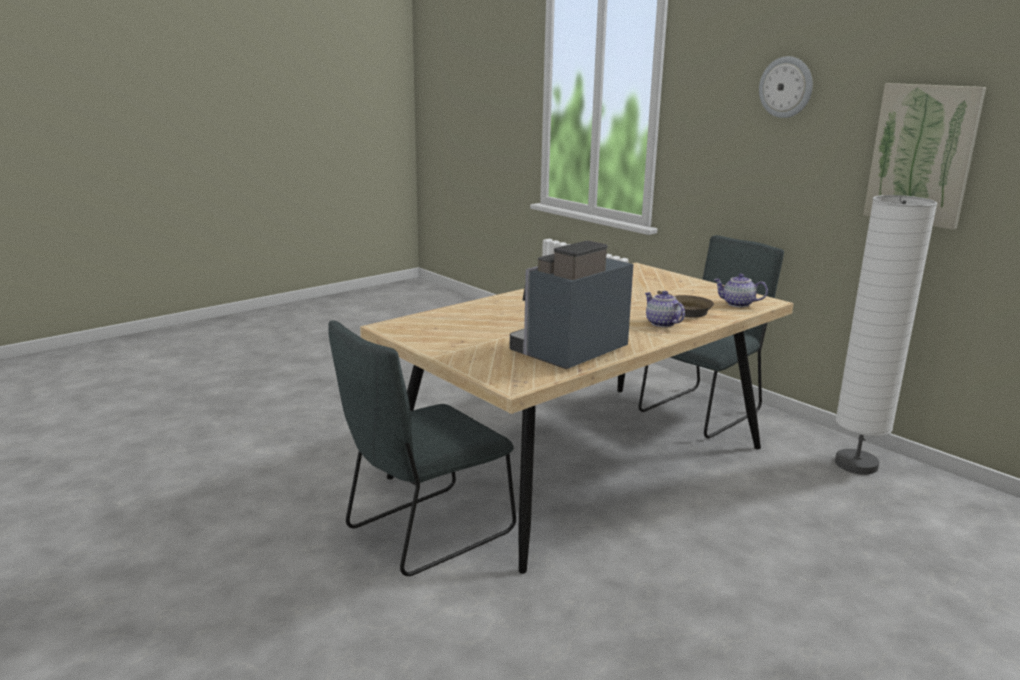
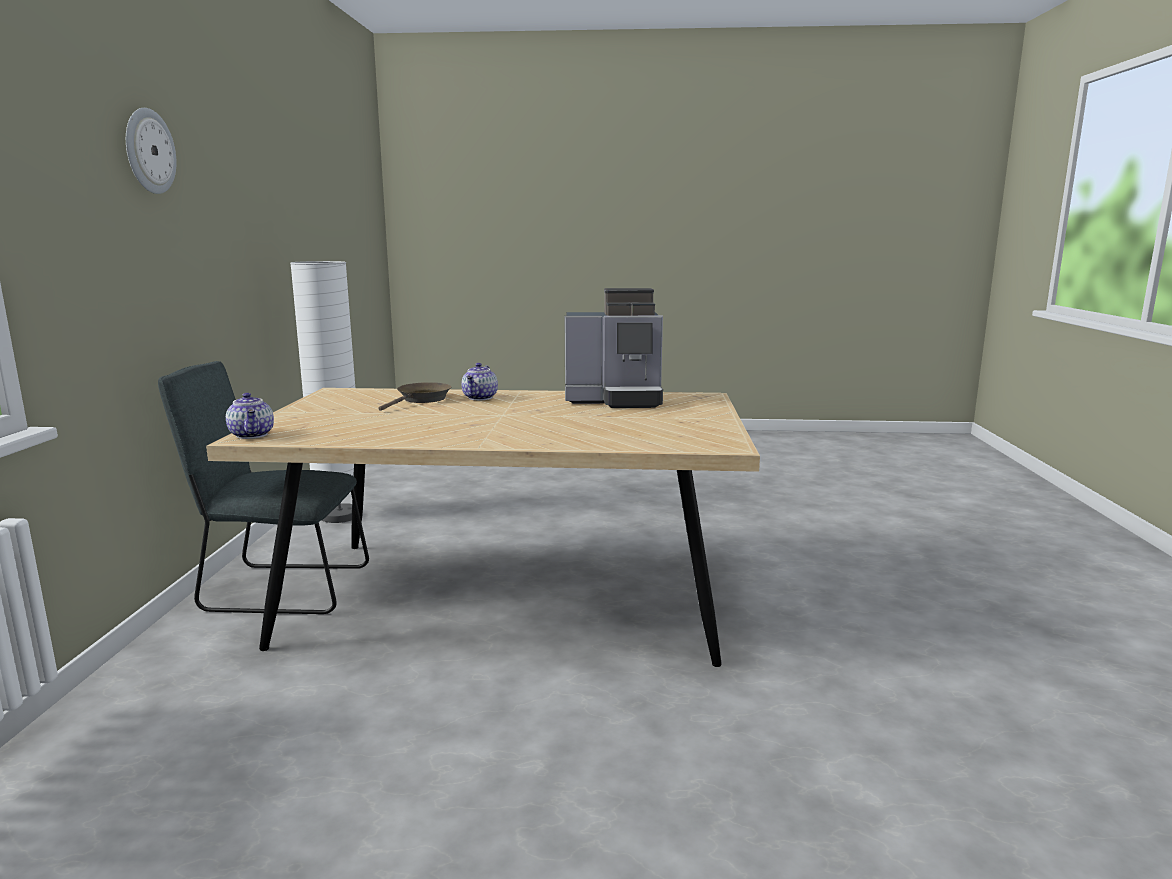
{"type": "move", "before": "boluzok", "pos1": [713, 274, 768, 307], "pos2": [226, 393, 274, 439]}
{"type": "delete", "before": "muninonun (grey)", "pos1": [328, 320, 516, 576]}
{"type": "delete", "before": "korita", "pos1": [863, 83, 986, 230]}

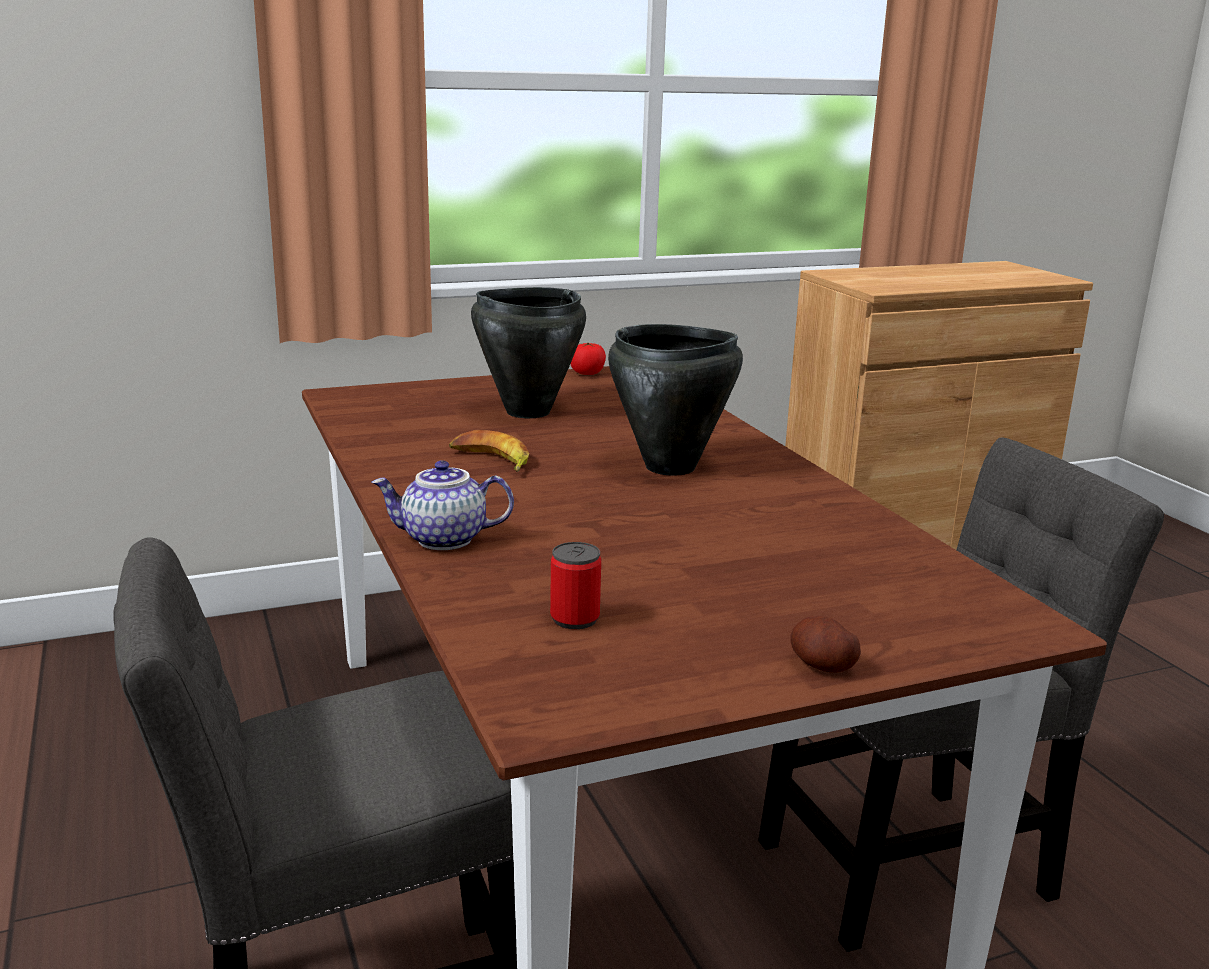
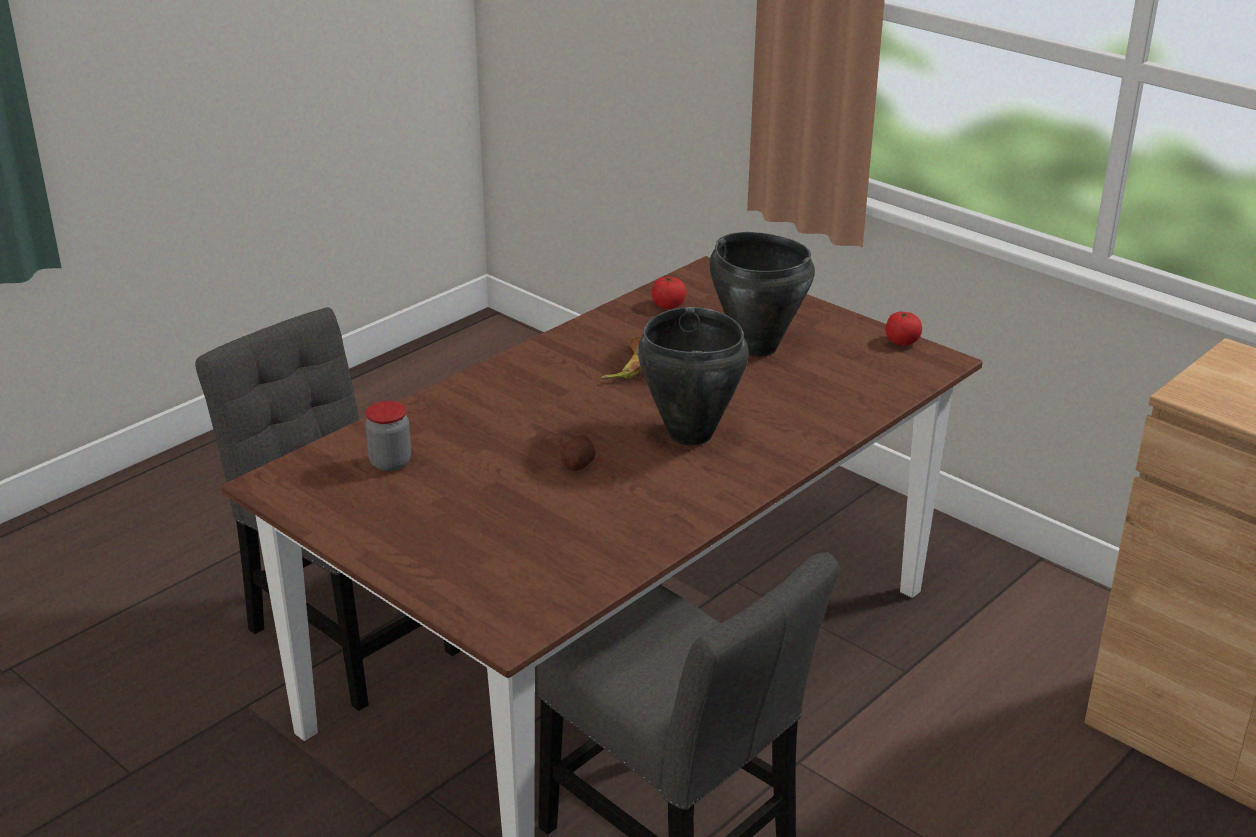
{"type": "replace", "before": "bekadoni", "after": "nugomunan", "pos1": [550, 542, 601, 629], "pos2": [365, 401, 411, 471]}
{"type": "move", "before": "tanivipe", "pos1": [790, 616, 861, 673], "pos2": [560, 435, 595, 471]}
{"type": "insert", "after": "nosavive", "pos2": [652, 276, 687, 309]}
{"type": "delete", "before": "boluzok", "pos1": [371, 460, 514, 550]}

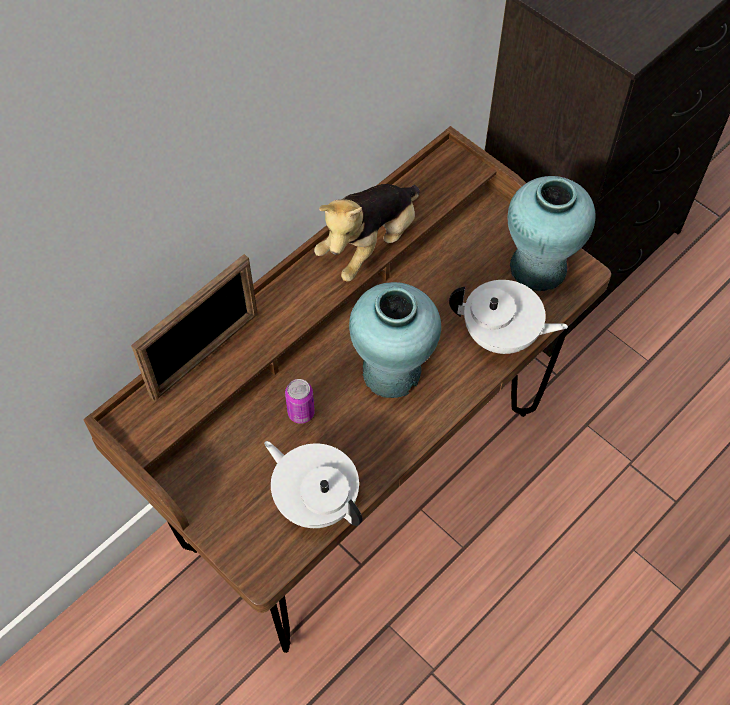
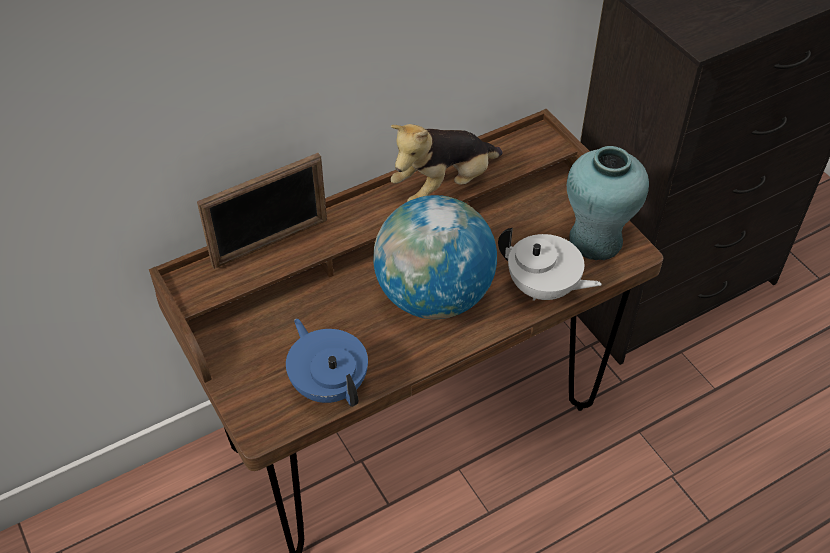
{"type": "recolor", "before": "boluzok (white)", "after": "boluzok (blue)", "pos1": [264, 441, 363, 528], "pos2": [286, 319, 368, 407]}
{"type": "replace", "before": "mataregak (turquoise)", "after": "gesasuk", "pos1": [349, 282, 441, 398], "pos2": [373, 195, 497, 319]}
{"type": "delete", "before": "bekadoni", "pos1": [285, 379, 315, 424]}

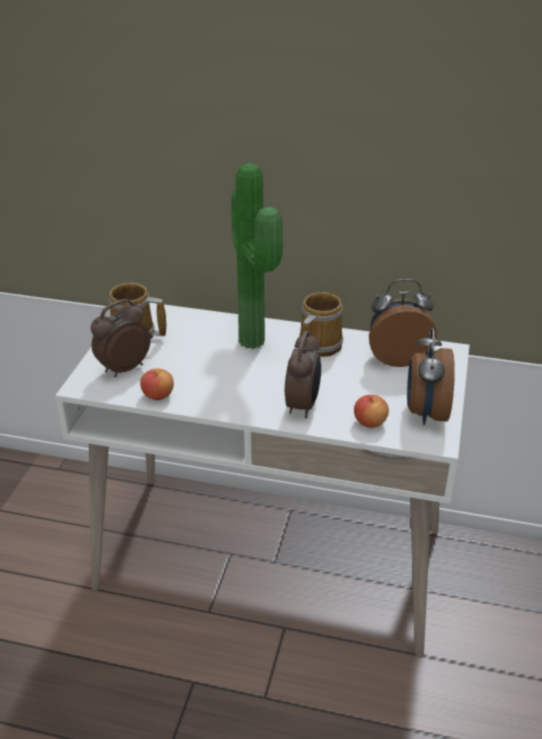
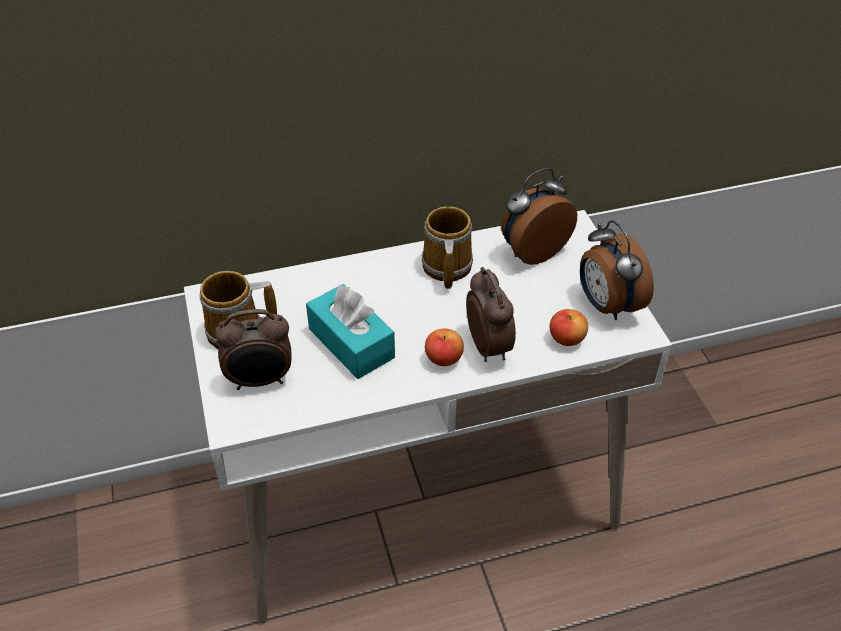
{"type": "rotate", "before": "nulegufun", "pos1": [91, 299, 151, 377], "pos2": [215, 309, 291, 390], "turn": -120}
{"type": "insert", "after": "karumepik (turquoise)", "pos2": [306, 284, 395, 379]}
{"type": "move", "before": "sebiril", "pos1": [140, 369, 174, 400], "pos2": [425, 328, 464, 366]}
{"type": "delete", "before": "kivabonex", "pos1": [232, 163, 283, 349]}

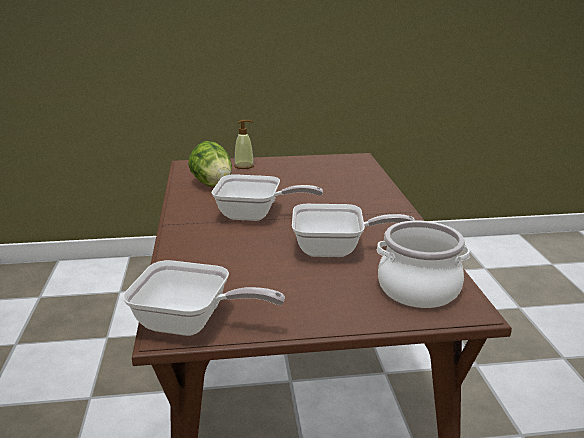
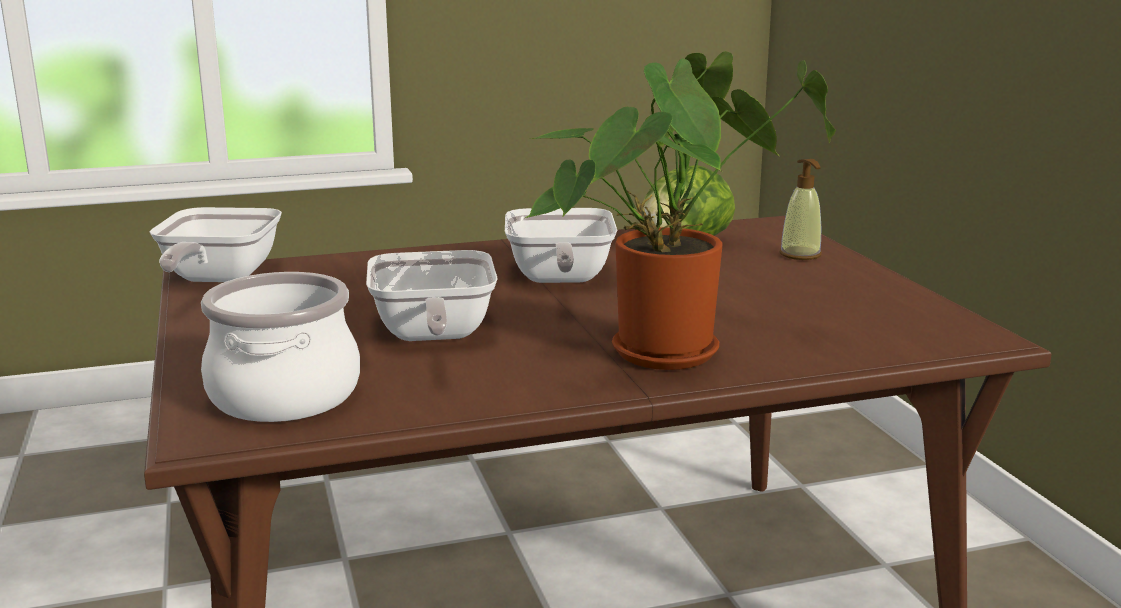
{"type": "insert", "after": "kivabonex", "pos2": [525, 51, 836, 370]}

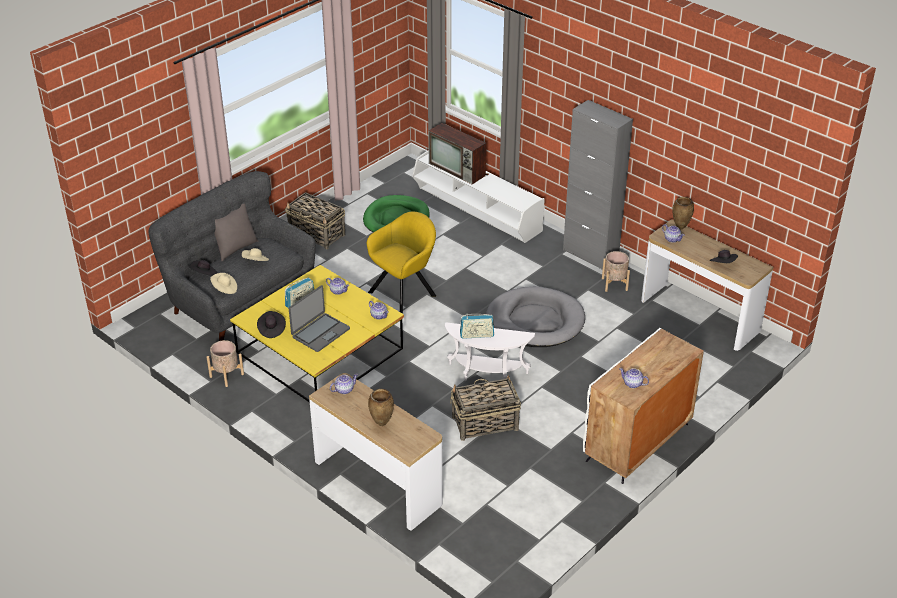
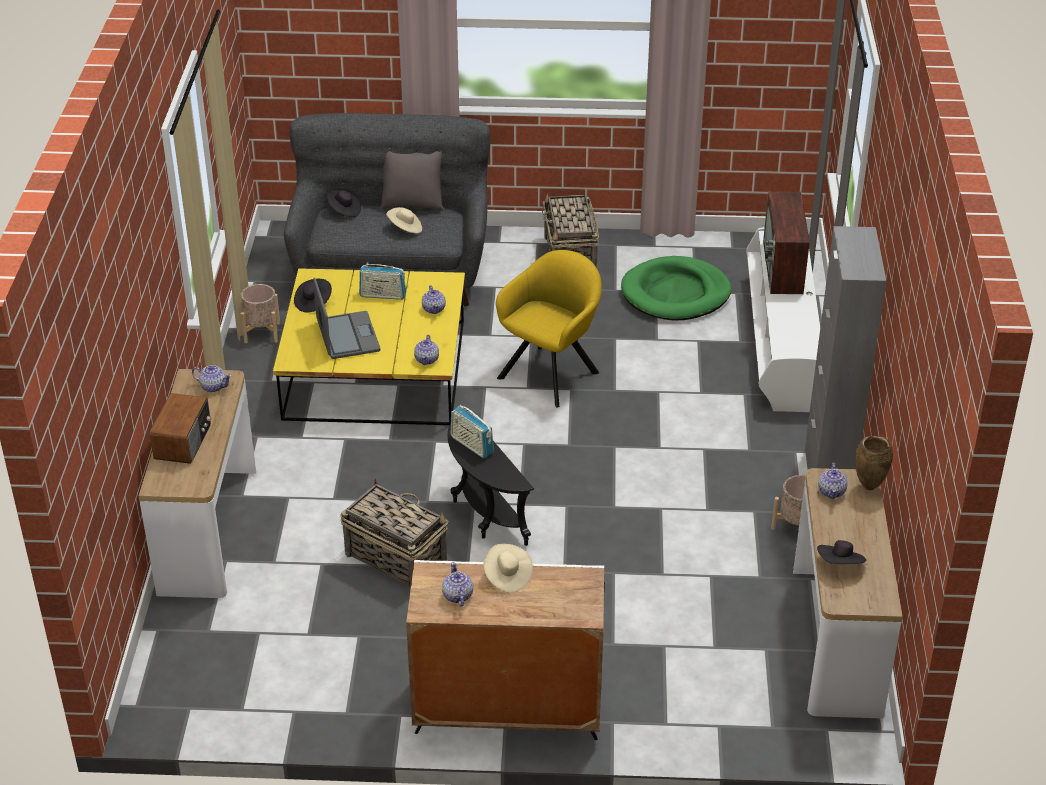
{"type": "replace", "before": "mataregak (brown)", "after": "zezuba", "pos1": [368, 389, 394, 426], "pos2": [150, 393, 211, 464]}
{"type": "rotate", "before": "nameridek", "pos1": [289, 285, 350, 352], "pos2": [313, 278, 380, 359], "turn": -105}
{"type": "recolor", "before": "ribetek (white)", "after": "ribetek (black)", "pos1": [445, 322, 535, 380], "pos2": [448, 410, 534, 546]}
{"type": "move", "before": "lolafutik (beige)", "pos1": [210, 273, 237, 294], "pos2": [484, 544, 533, 593]}
{"type": "rotate", "before": "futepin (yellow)", "pos1": [367, 212, 436, 314], "pos2": [496, 250, 602, 407], "turn": -60}
{"type": "delete", "before": "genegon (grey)", "pos1": [486, 286, 585, 347]}

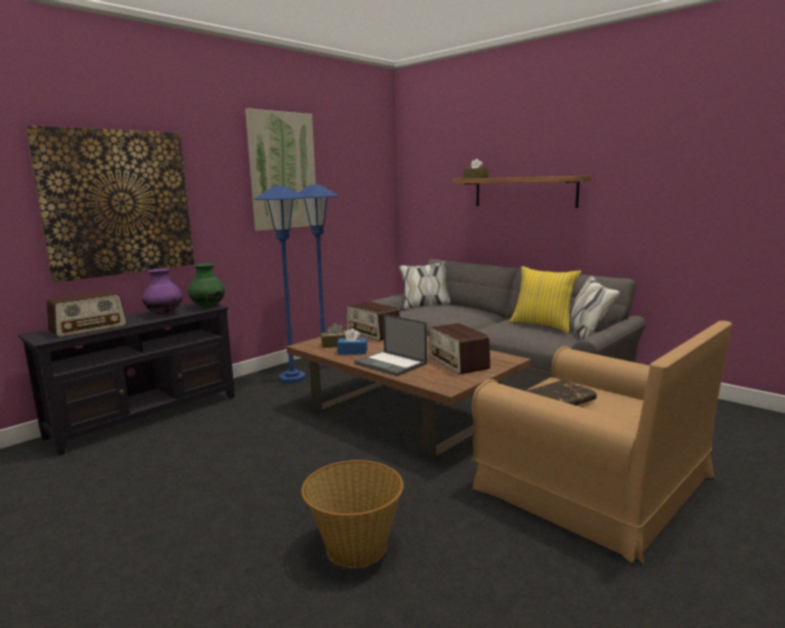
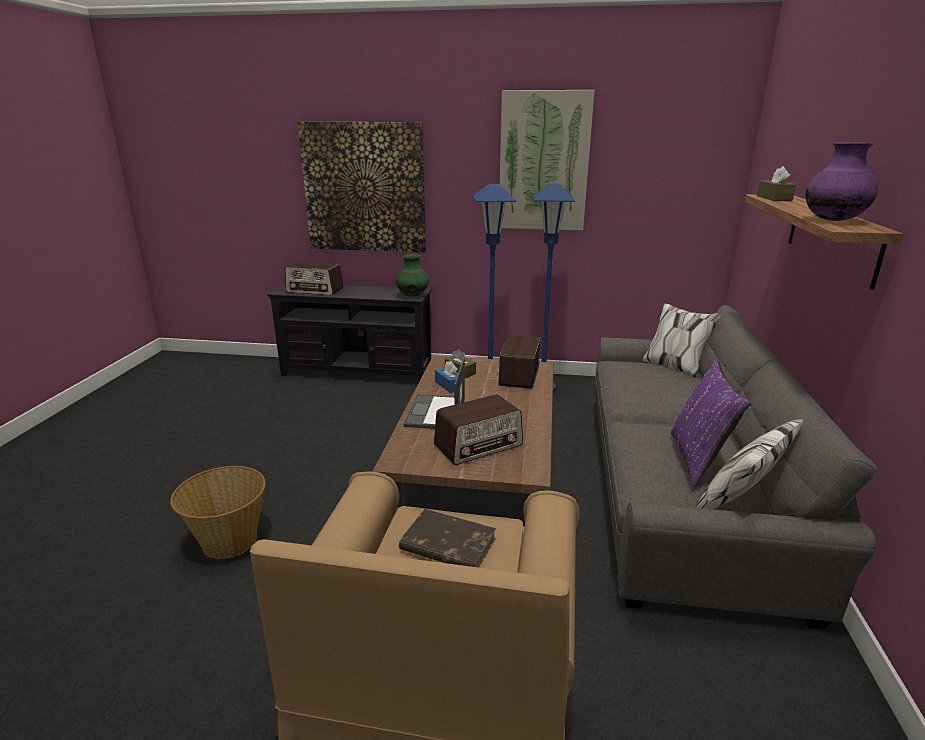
{"type": "rotate", "before": "zezuba", "pos1": [429, 323, 490, 374], "pos2": [434, 394, 523, 465], "turn": -150}
{"type": "recolor", "before": "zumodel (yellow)", "after": "zumodel (purple)", "pos1": [509, 266, 581, 333], "pos2": [670, 359, 751, 487]}
{"type": "move", "before": "mataregak (purple)", "pos1": [142, 269, 182, 314], "pos2": [805, 142, 878, 221]}

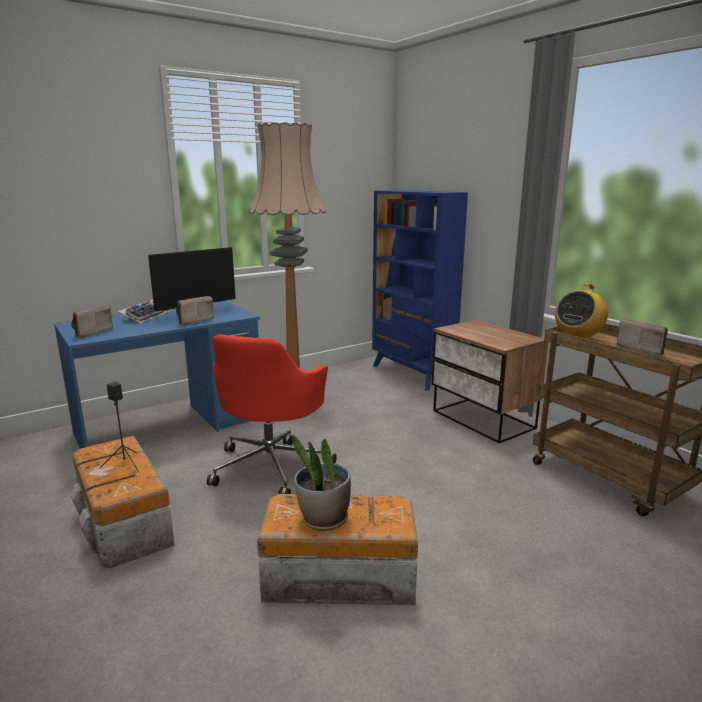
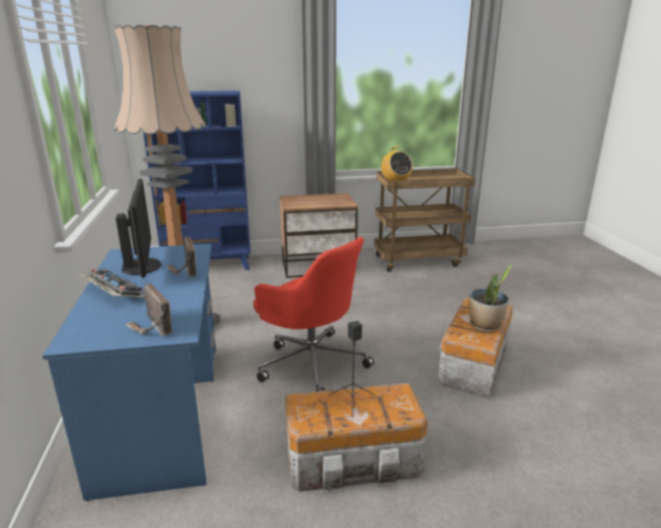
{"type": "delete", "before": "zezuba", "pos1": [617, 318, 668, 356]}

